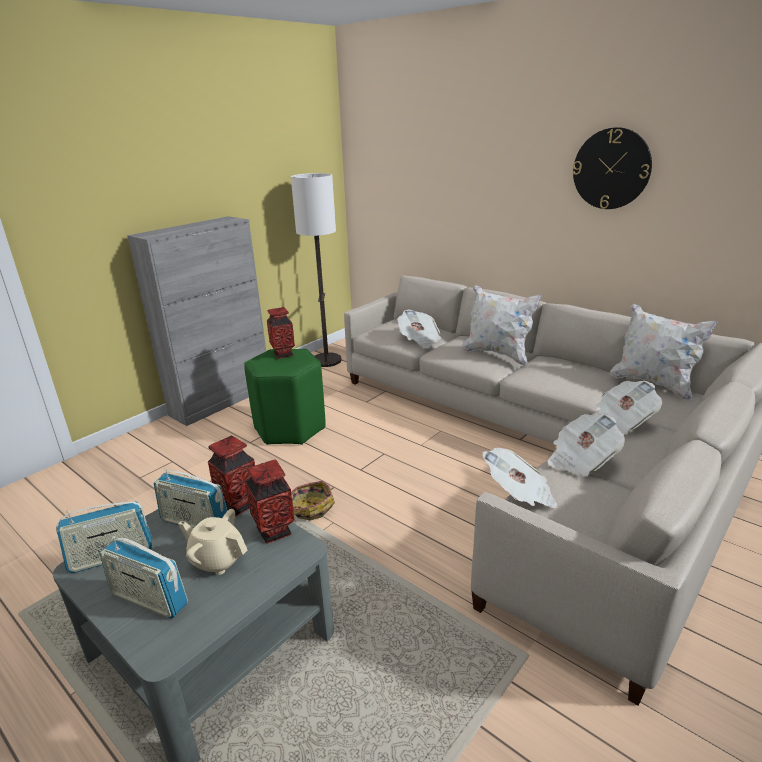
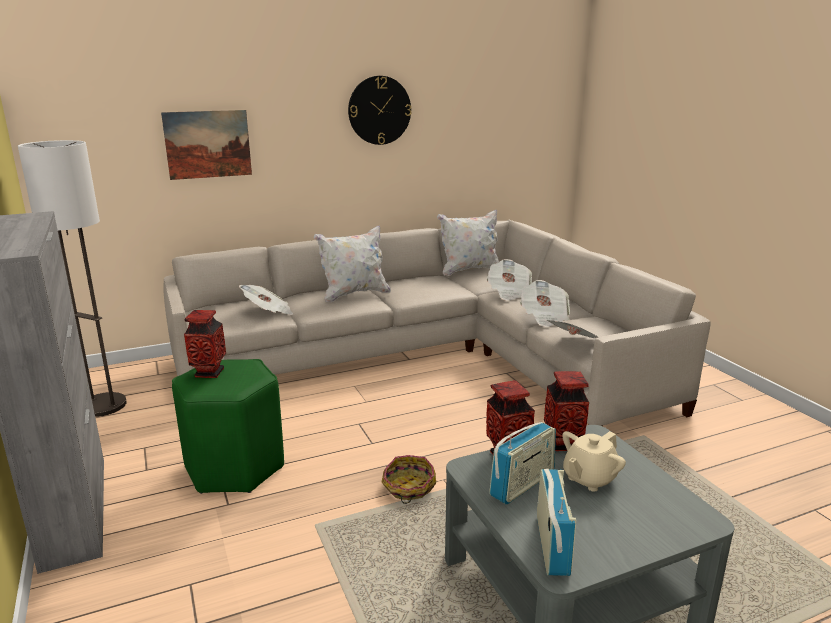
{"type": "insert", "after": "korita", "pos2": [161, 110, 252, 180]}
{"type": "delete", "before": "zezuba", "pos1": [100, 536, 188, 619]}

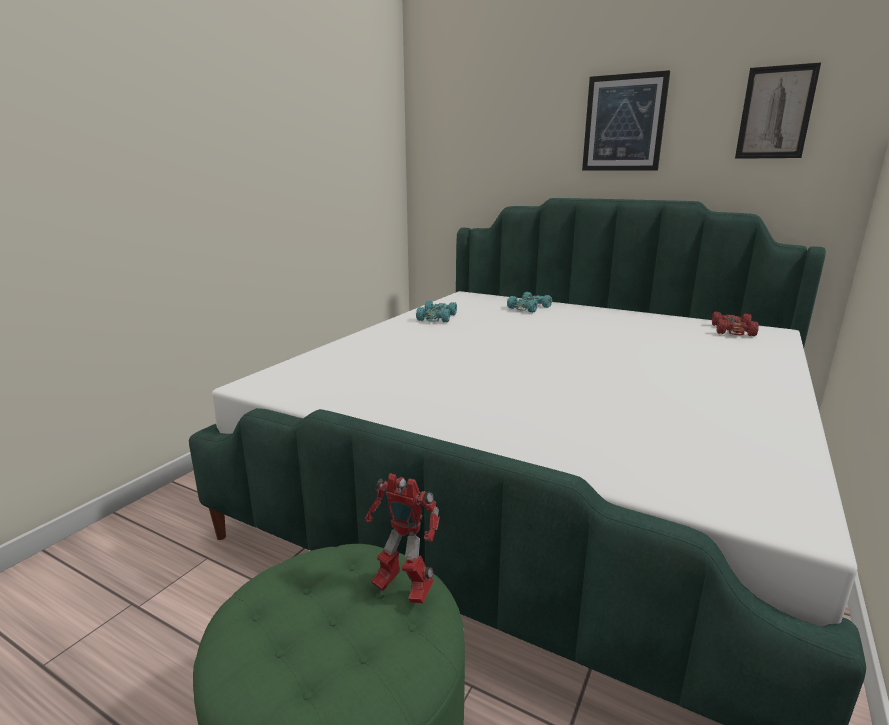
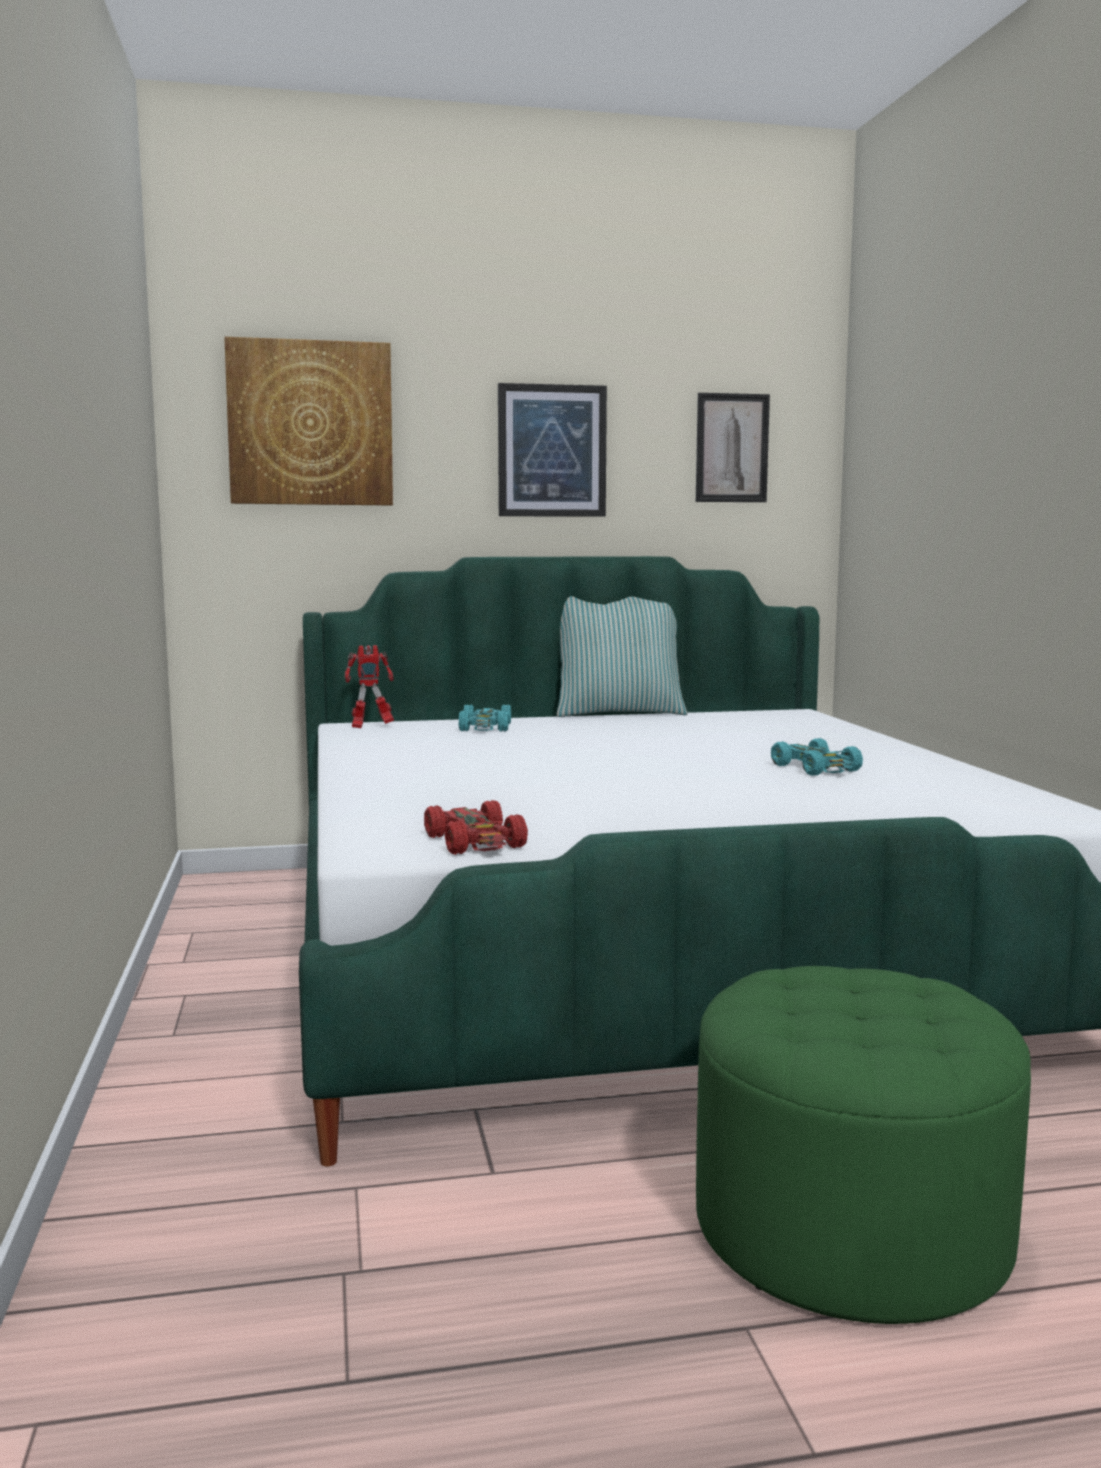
{"type": "insert", "after": "korita", "pos2": [224, 337, 393, 505]}
{"type": "move", "before": "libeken", "pos1": [365, 473, 440, 603], "pos2": [345, 645, 394, 728]}
{"type": "move", "before": "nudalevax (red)", "pos1": [712, 312, 759, 336], "pos2": [424, 800, 528, 855]}
{"type": "insert", "after": "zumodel", "pos2": [557, 596, 688, 717]}
{"type": "move", "before": "nudalevax (turquoise)", "pos1": [416, 301, 457, 323], "pos2": [771, 738, 863, 776]}

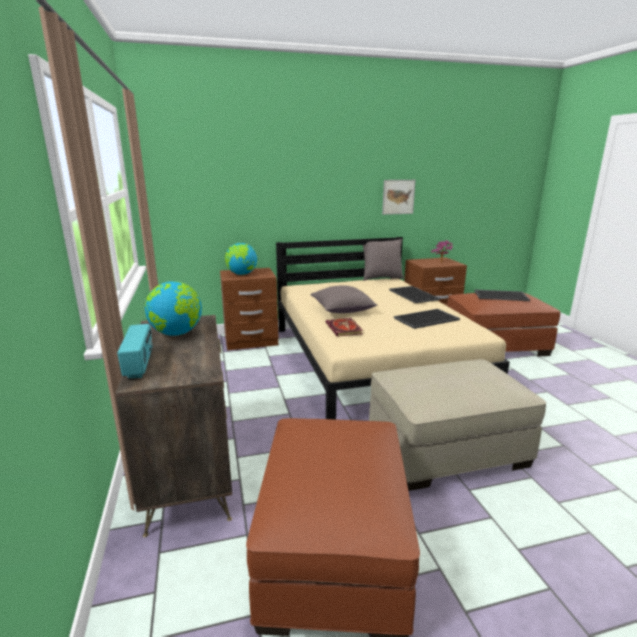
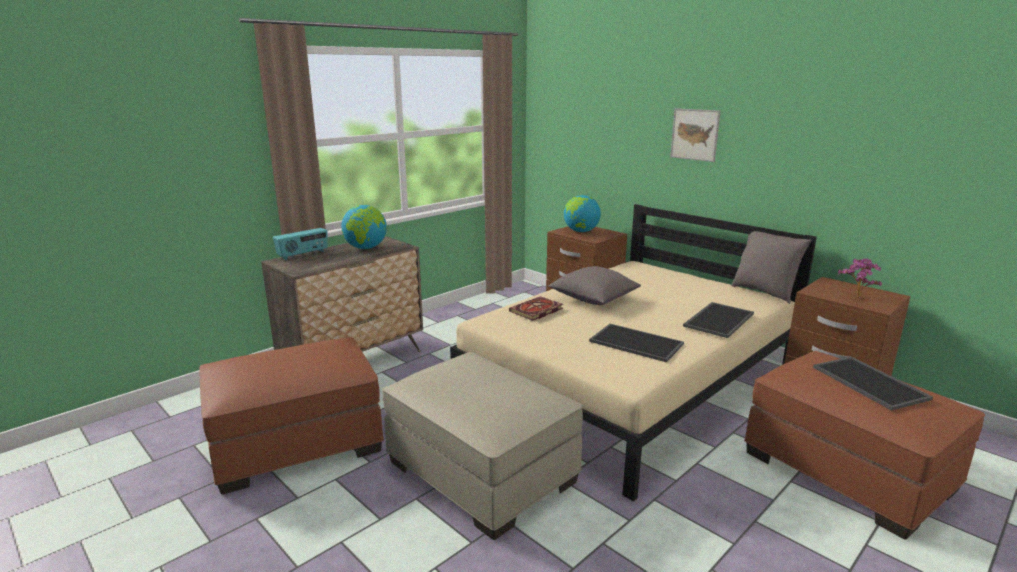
{"type": "move", "before": "korita", "pos1": [382, 180, 416, 215], "pos2": [670, 108, 721, 162]}

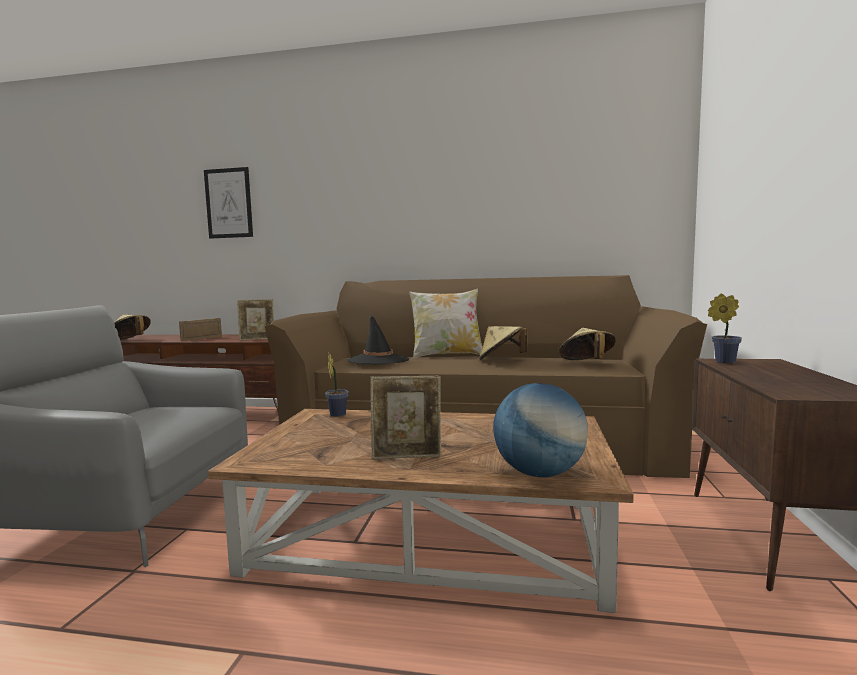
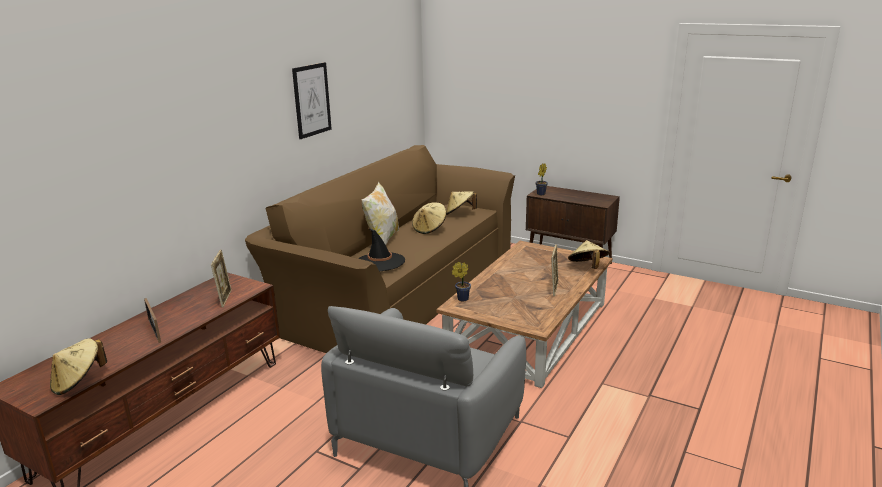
{"type": "move", "before": "korita", "pos1": [204, 167, 253, 239], "pos2": [292, 62, 332, 139]}
{"type": "replace", "before": "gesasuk", "after": "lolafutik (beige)", "pos1": [493, 383, 588, 477], "pos2": [568, 240, 609, 269]}

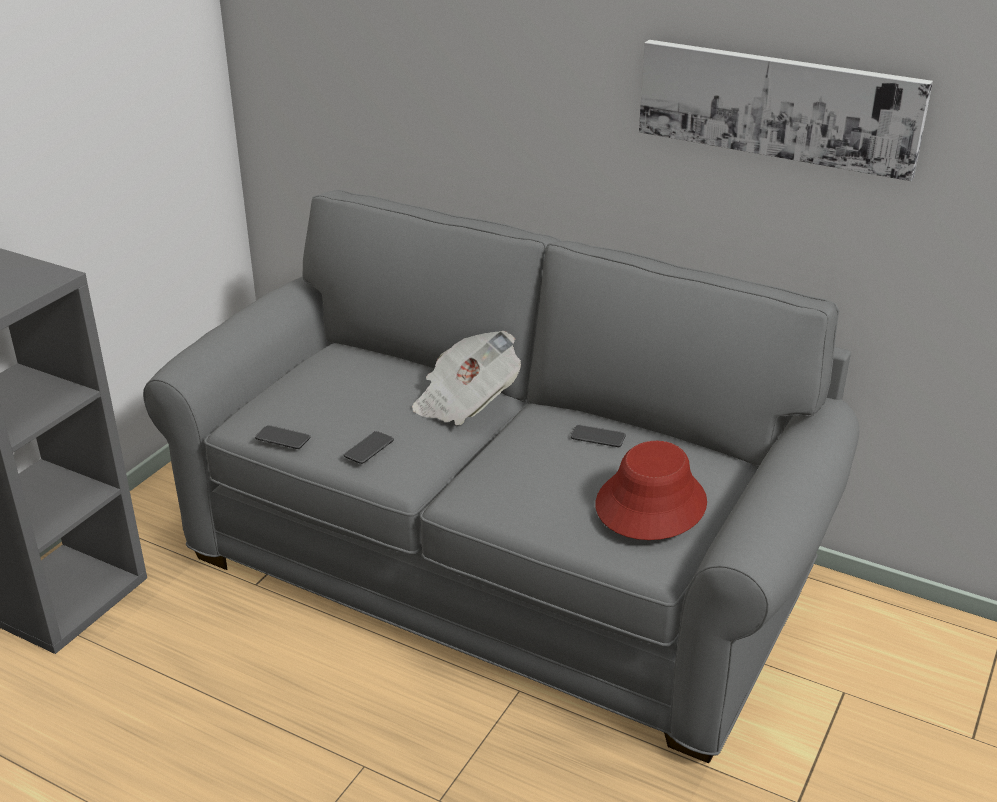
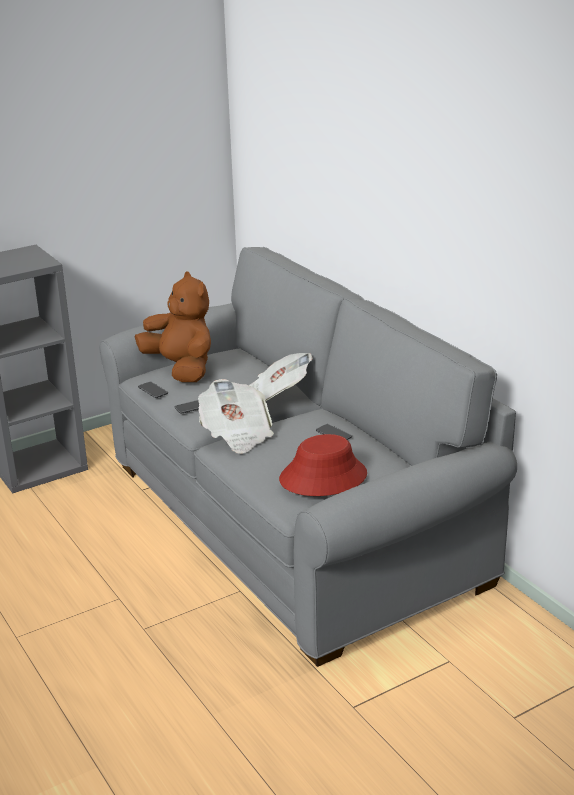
{"type": "insert", "after": "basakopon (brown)", "pos2": [135, 272, 211, 382]}
{"type": "insert", "after": "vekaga", "pos2": [198, 379, 274, 454]}
{"type": "delete", "before": "korita", "pos1": [639, 40, 933, 181]}

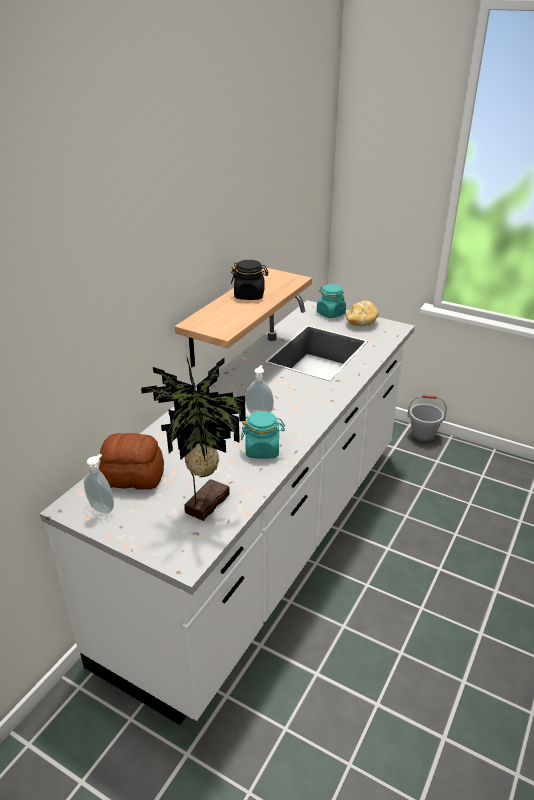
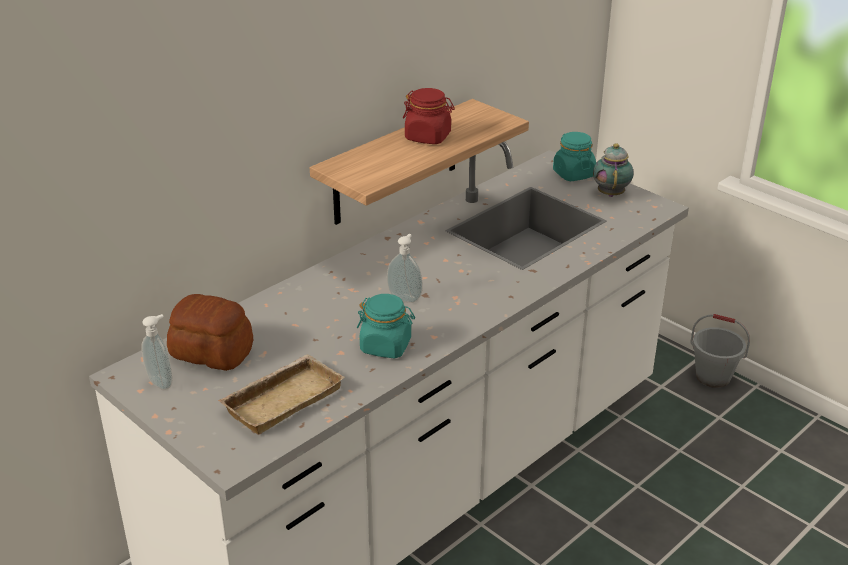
{"type": "replace", "before": "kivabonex", "after": "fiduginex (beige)", "pos1": [141, 358, 246, 521], "pos2": [218, 354, 345, 434]}
{"type": "recolor", "before": "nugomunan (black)", "after": "nugomunan (red)", "pos1": [231, 260, 269, 300], "pos2": [403, 88, 455, 144]}
{"type": "replace", "before": "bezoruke", "after": "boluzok", "pos1": [346, 301, 379, 326], "pos2": [593, 143, 634, 197]}

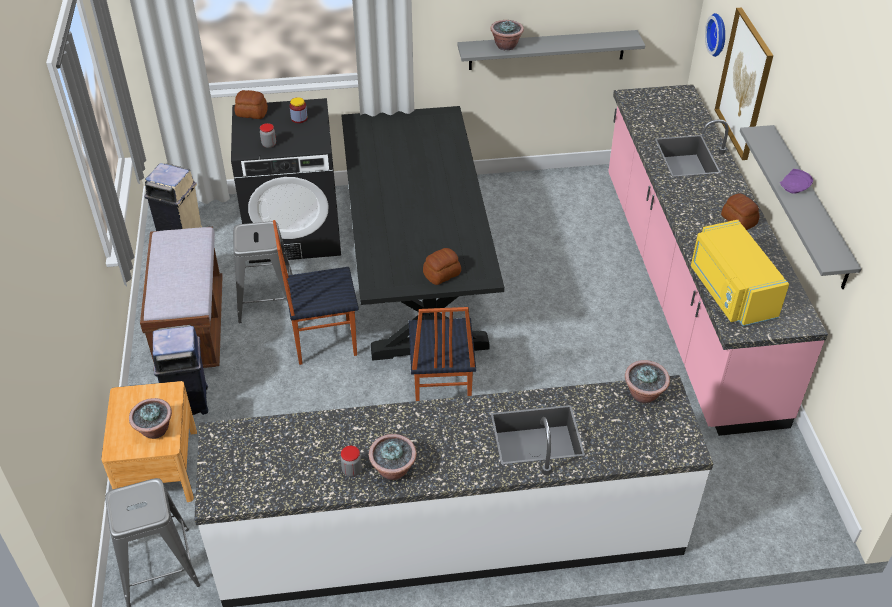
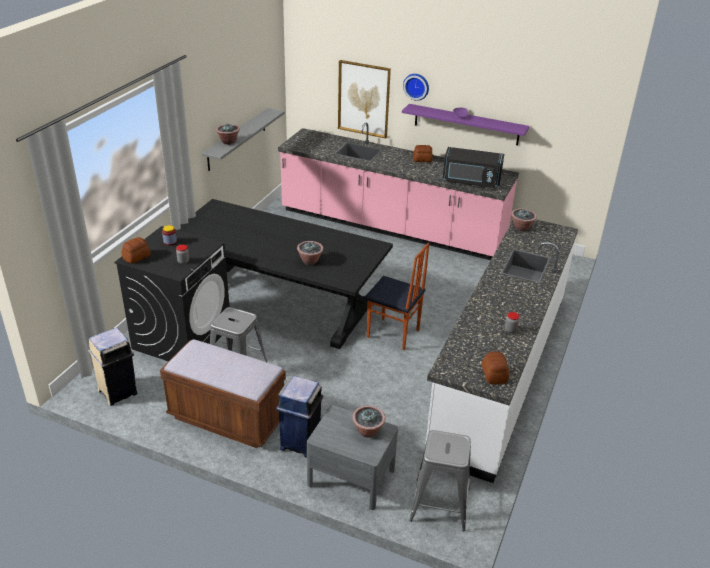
{"type": "move", "before": "kivabonex", "pos1": [369, 434, 417, 480], "pos2": [297, 241, 324, 265]}
{"type": "recolor", "before": "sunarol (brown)", "after": "sunarol (grey)", "pos1": [101, 381, 197, 502], "pos2": [307, 405, 398, 510]}
{"type": "recolor", "before": "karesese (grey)", "after": "karesese (purple)", "pos1": [740, 125, 862, 289], "pos2": [402, 104, 530, 145]}
{"type": "move", "before": "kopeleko", "pos1": [705, 13, 725, 57], "pos2": [403, 74, 429, 101]}
{"type": "recolor", "before": "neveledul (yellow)", "after": "neveledul (black)", "pos1": [691, 220, 789, 326], "pos2": [443, 147, 504, 188]}
{"type": "move", "before": "bezoruke", "pos1": [423, 248, 461, 285], "pos2": [482, 351, 510, 384]}
{"type": "delete", "before": "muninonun", "pos1": [273, 220, 359, 365]}

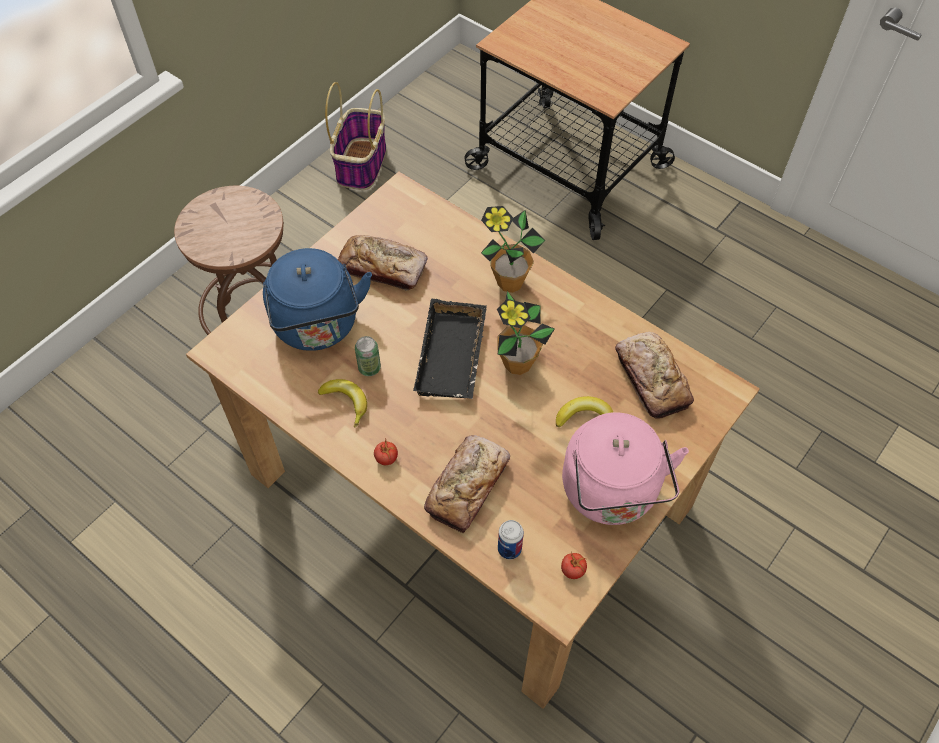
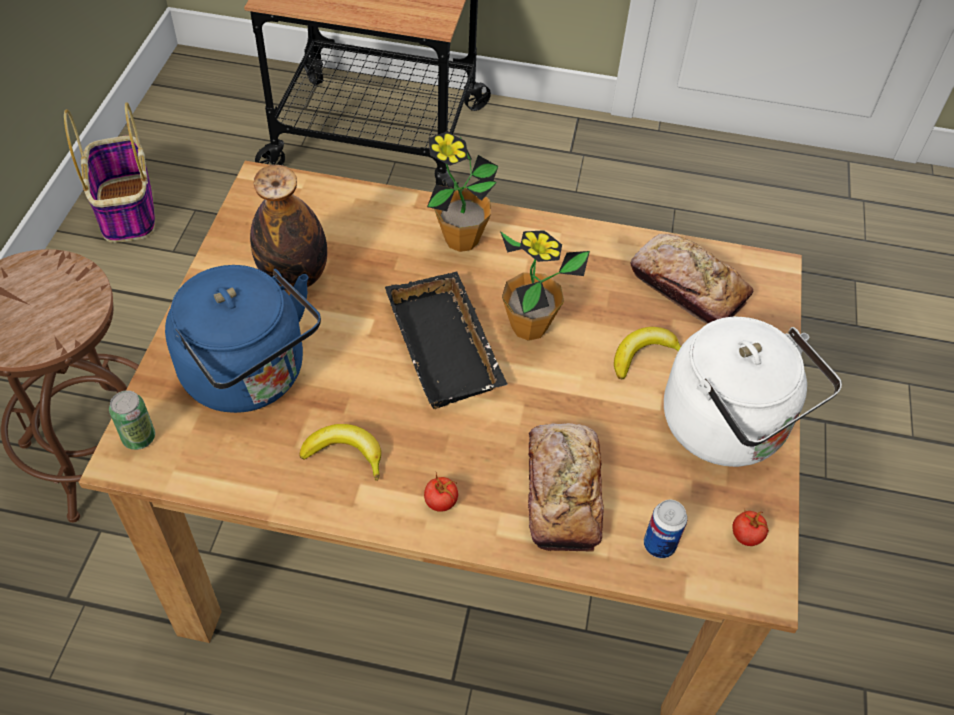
{"type": "move", "before": "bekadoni", "pos1": [355, 336, 381, 376], "pos2": [109, 390, 155, 450]}
{"type": "replace", "before": "bezoruke", "after": "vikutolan", "pos1": [338, 235, 428, 290], "pos2": [250, 165, 327, 290]}
{"type": "recolor", "before": "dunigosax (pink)", "after": "dunigosax (white)", "pos1": [562, 412, 689, 525], "pos2": [664, 317, 842, 467]}

